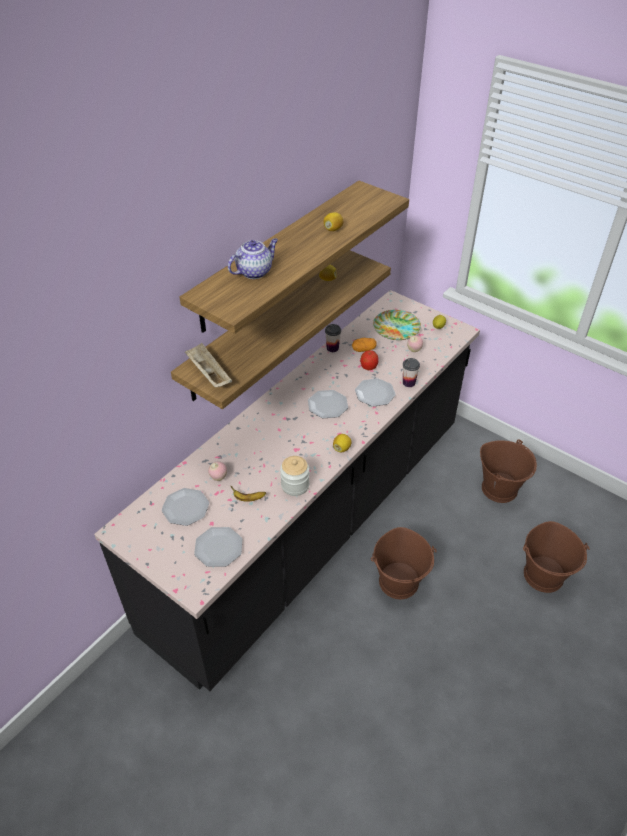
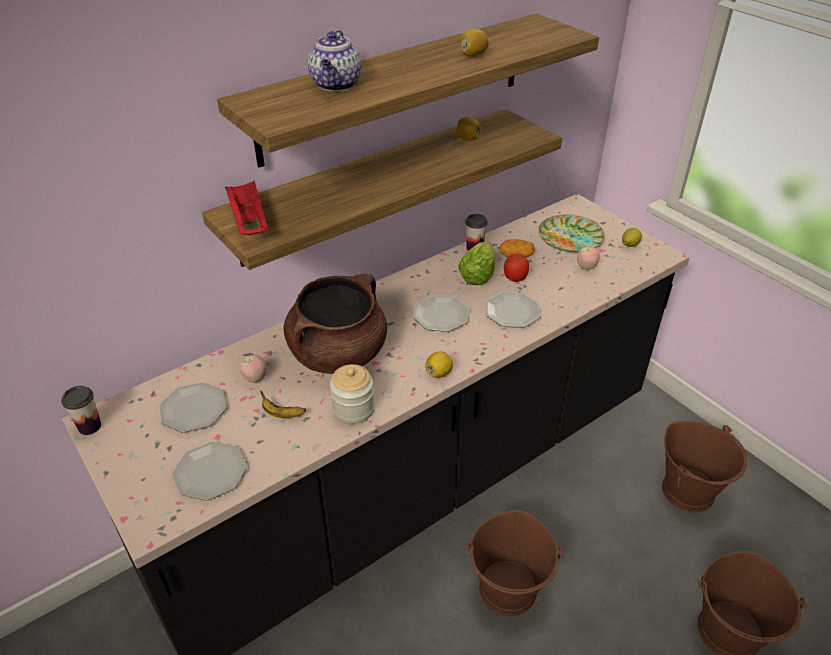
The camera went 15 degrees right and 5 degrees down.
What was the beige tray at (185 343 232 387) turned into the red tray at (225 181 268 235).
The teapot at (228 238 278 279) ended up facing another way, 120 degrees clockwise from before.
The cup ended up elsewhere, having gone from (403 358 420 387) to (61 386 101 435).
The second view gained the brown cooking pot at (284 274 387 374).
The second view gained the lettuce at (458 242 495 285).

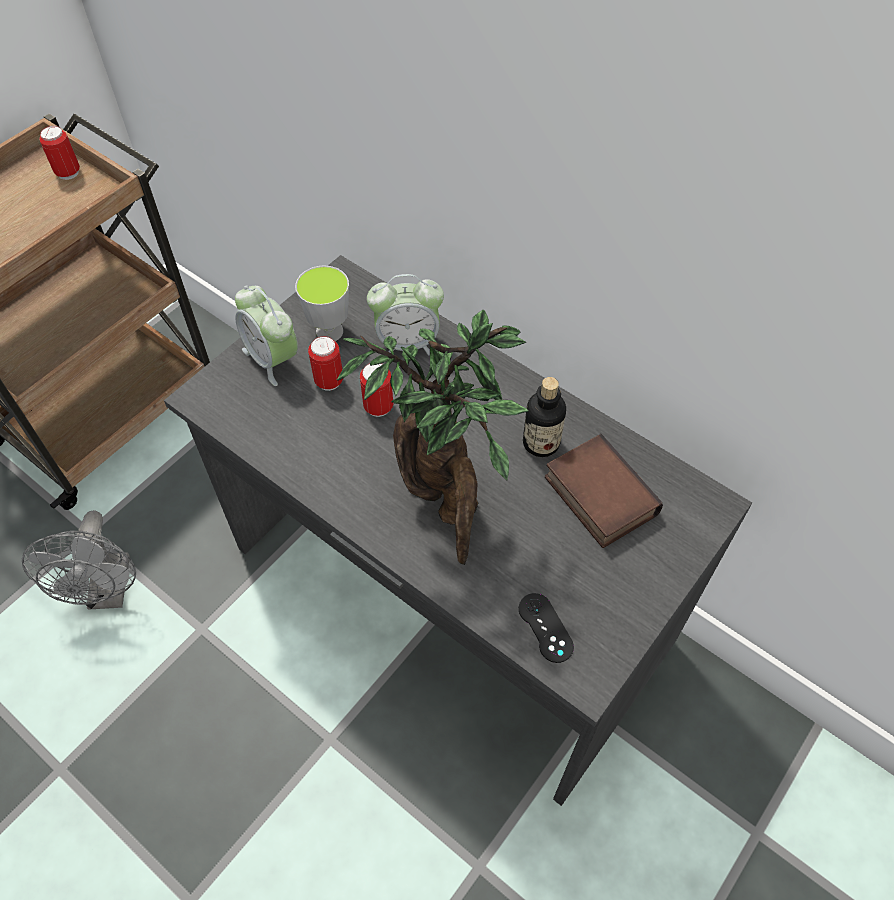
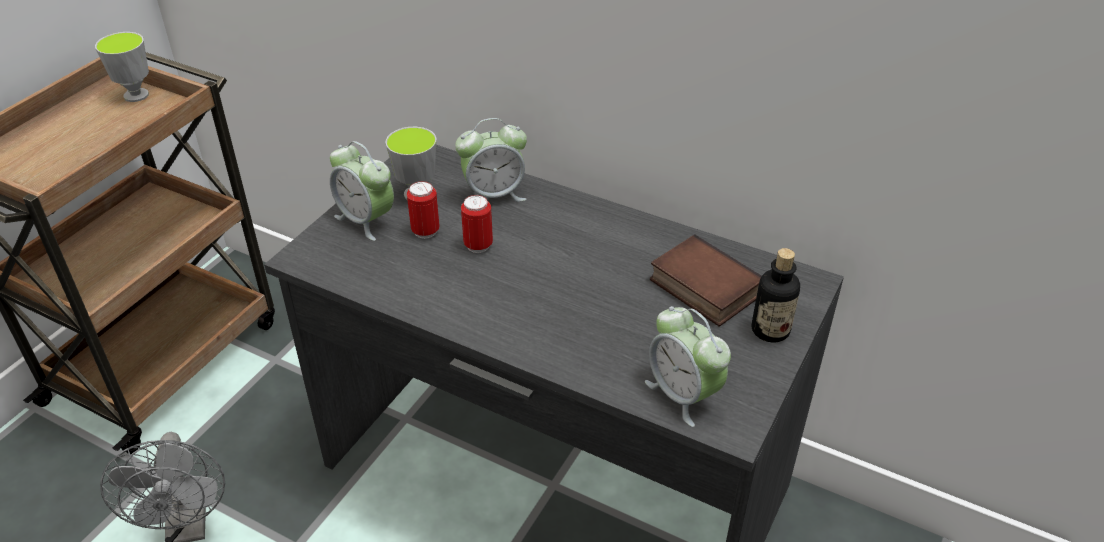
The camera went 10 degrees left and 15 degrees down.
Where the can stood at (39 126 80 180), the cup came to stand at (95 32 149 102).
The second view lost the potted plant at (337 310 528 565).
Where the black game controller stood at (519 593 574 663), the alarm clock came to stand at (645 306 731 427).
The bottle ended up elsewhere, having gone from (523 377 566 457) to (752 248 800 342).

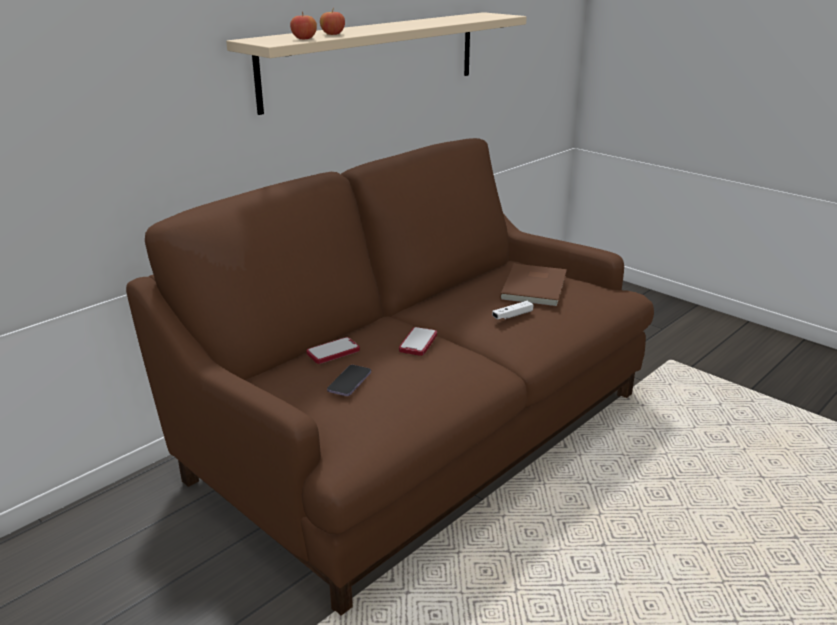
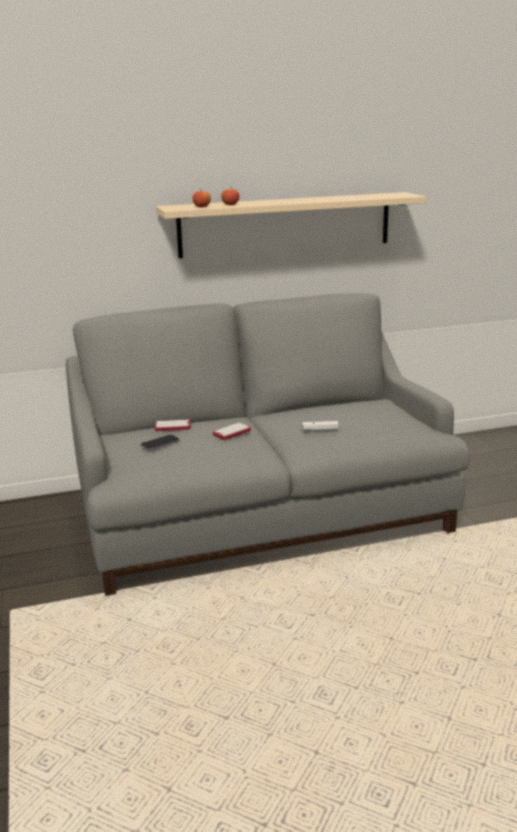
The camera went 30 degrees right and 5 degrees down.
What was the brown sofa at (126 138 654 615) turned into the grey sofa at (66 293 469 596).
The second view lost the brown book at (500 264 567 307).

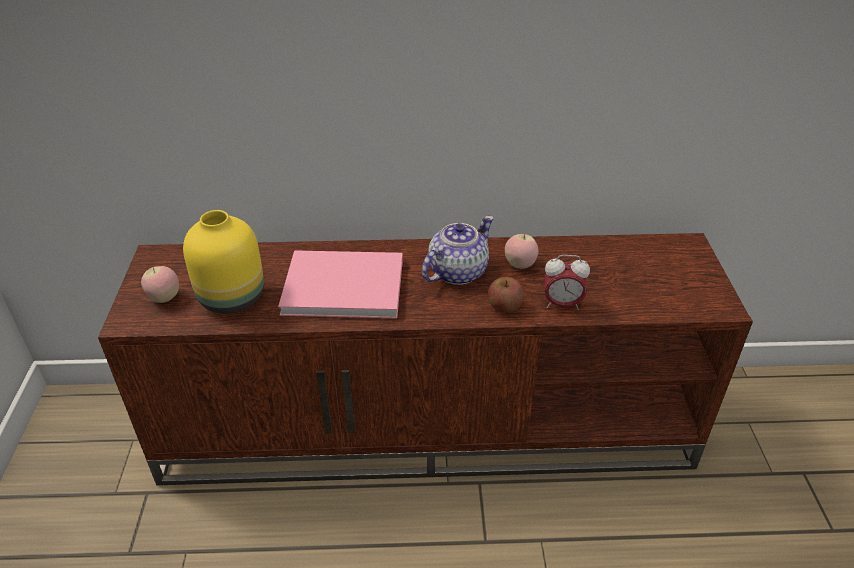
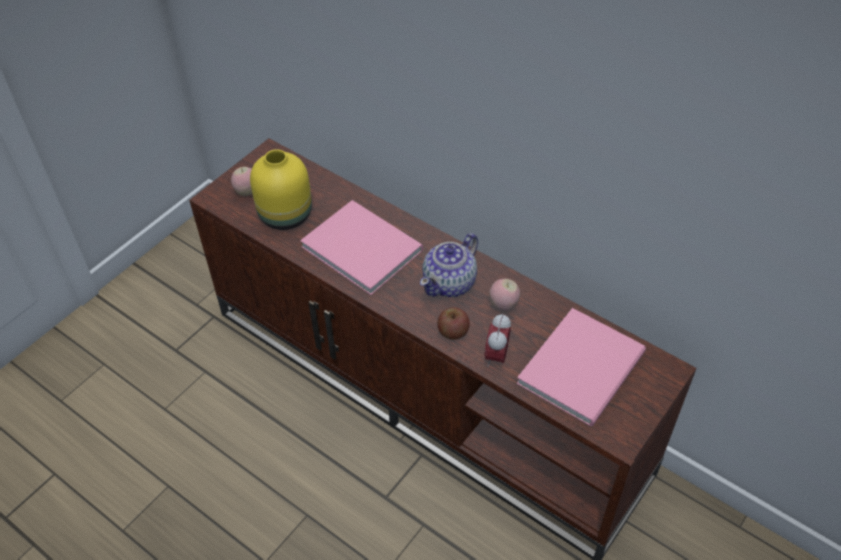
The camera went 40 degrees right and 10 degrees up.
The teapot at (422 216 494 285) ended up facing another way, 135 degrees clockwise from before.
The alarm clock at (544 255 590 310) ended up facing another way, 60 degrees clockwise from before.
The second view gained the pink book at (517 308 646 426).

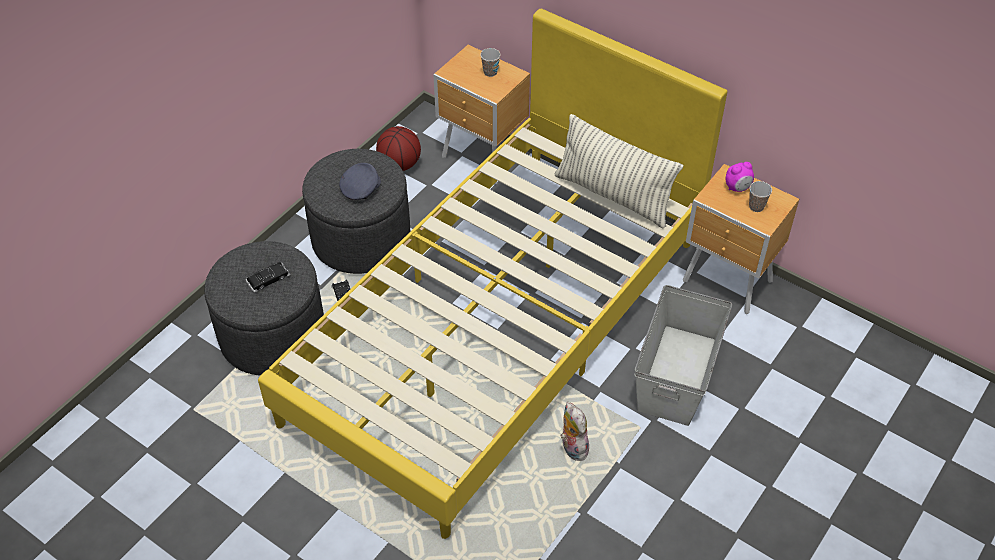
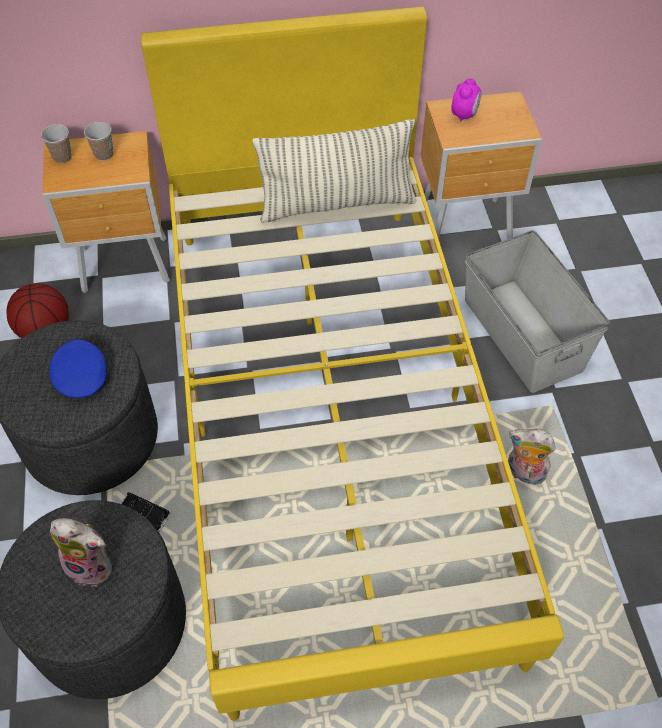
The camera went 45 degrees left and 5 degrees up.
Where the black toy car stood at (246 262 290 292), the plush toy came to stand at (50 518 112 587).
What was the grey cap at (339 163 381 200) turned into the blue cap at (50 339 107 398).
The cup ended up elsewhere, having gone from (749 181 772 212) to (41 124 72 163).

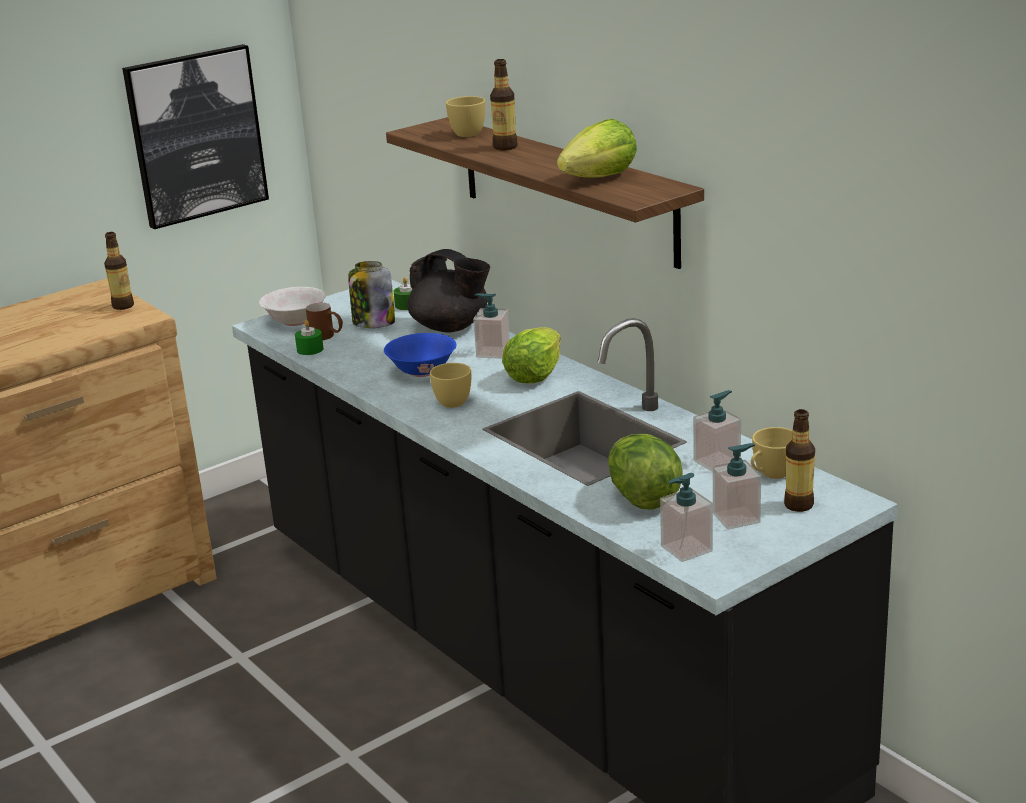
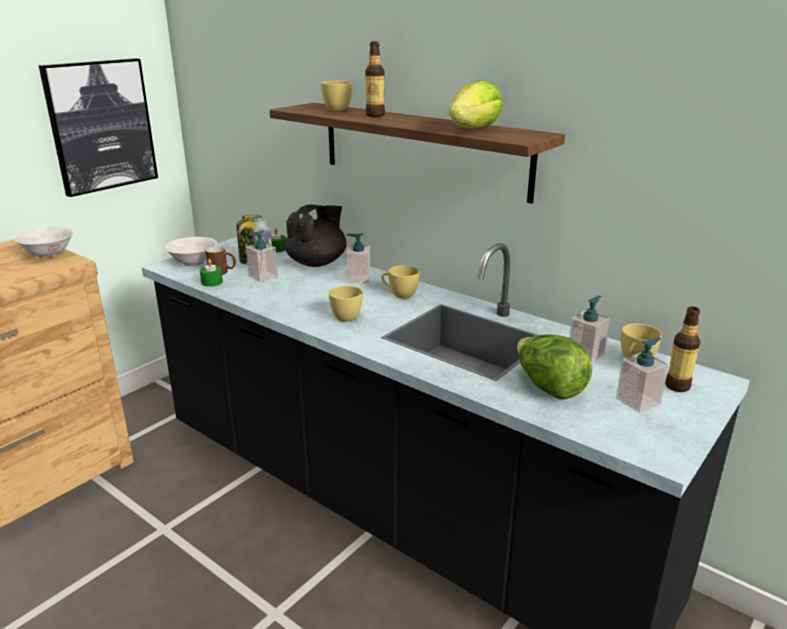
The camera went 15 degrees left and 0 degrees up.
Where the bottle stood at (104 232 134 310), the white bowl came to stand at (14 227 74 258).
The second view lost the blue bowl at (384 333 457 377).
The black teapot at (407 249 490 333) ended up facing another way, 75 degrees counterclockwise from before.
Where the lettuce stood at (502 327 561 383), the yellow cup came to stand at (382 265 420 298).
The soap dispenser ended up elsewhere, having gone from (660 473 713 562) to (246 230 278 282).

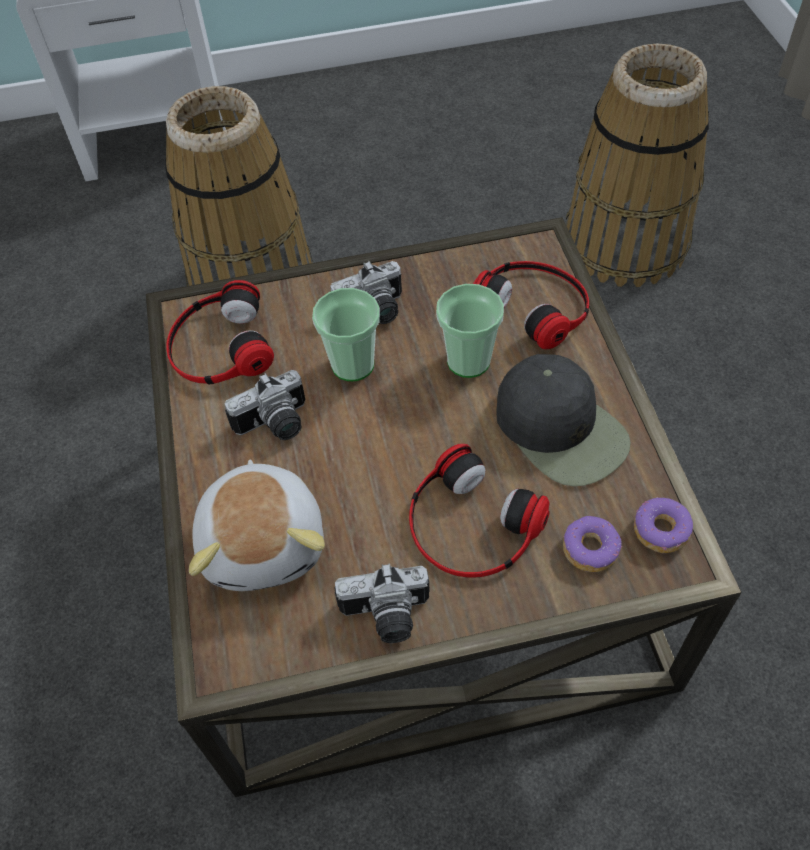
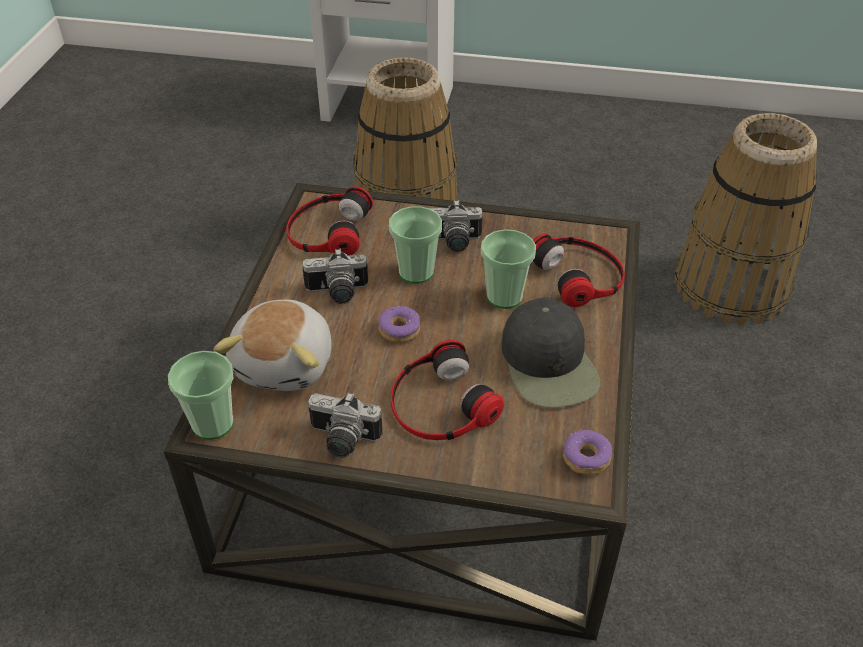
The camera went 20 degrees right and 10 degrees down.
The donut ended up elsewhere, having gone from (563 516 622 572) to (378 306 420 342).
The second view gained the cup at (168 351 234 440).

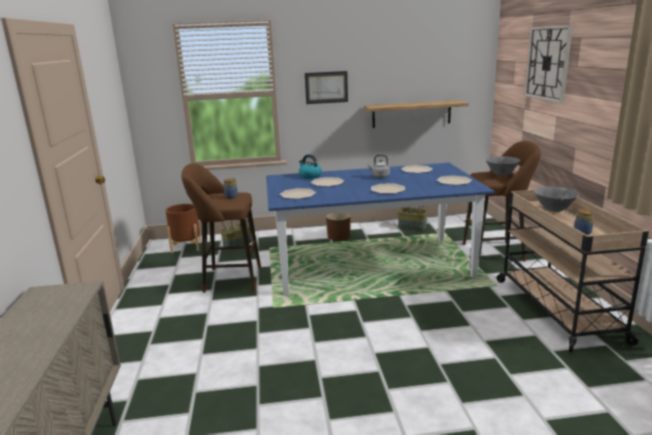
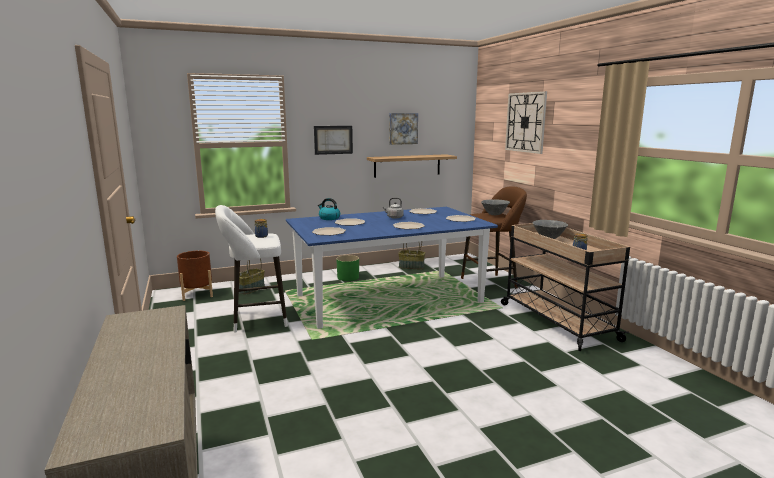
The camera went 15 degrees left and 5 degrees down.
What was the brown stool at (181 163 261 293) turned into the white stool at (215 205 288 332).
What was the brown planter at (326 212 351 241) turned into the green planter at (336 255 359 281).
The second view gained the picture at (389 113 418 145).

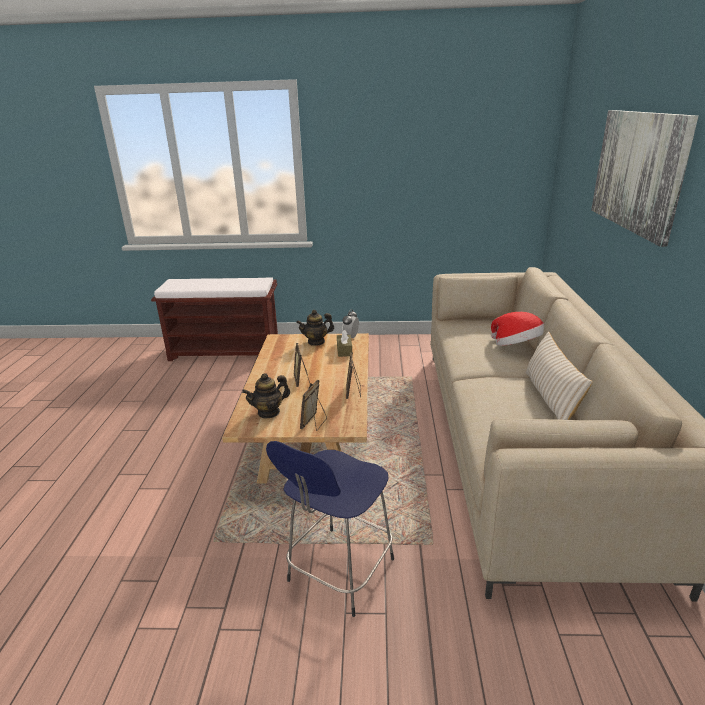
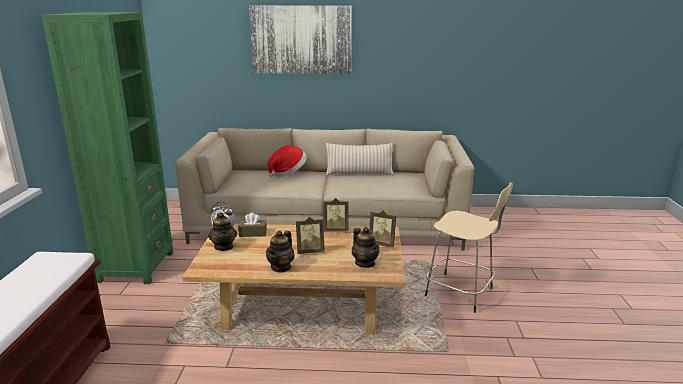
The camera went 90 degrees left and 5 degrees down.
What was the blue stool at (266 441 394 617) turned into the beige stool at (425 182 513 313).
The second view gained the green bookcase at (42 12 173 284).
The second view gained the teapot at (266 230 295 272).

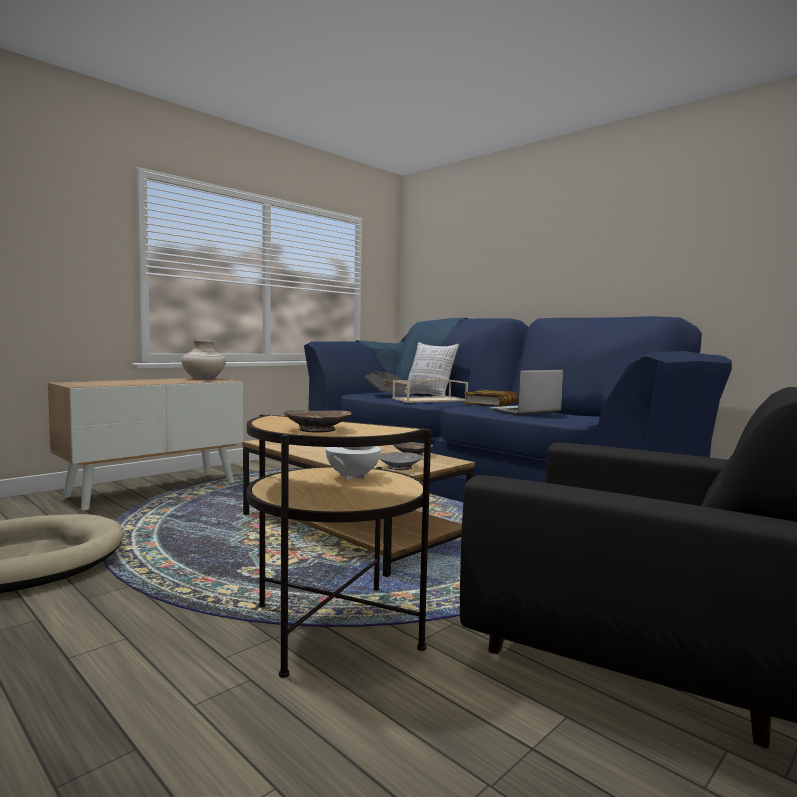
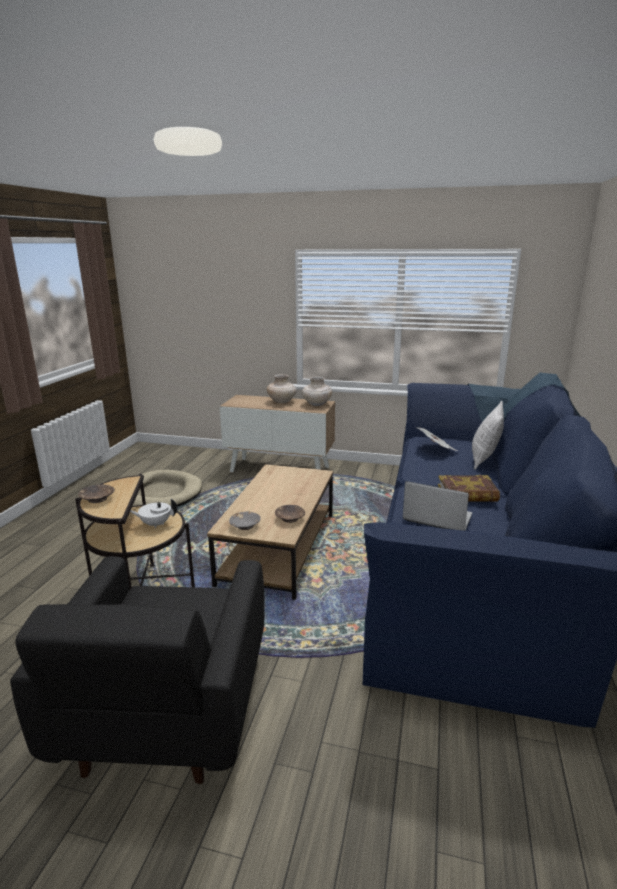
The camera went 60 degrees right and 15 degrees up.
The second view lost the beige tray at (392 380 468 403).
The second view gained the beige vase at (267 374 296 403).

